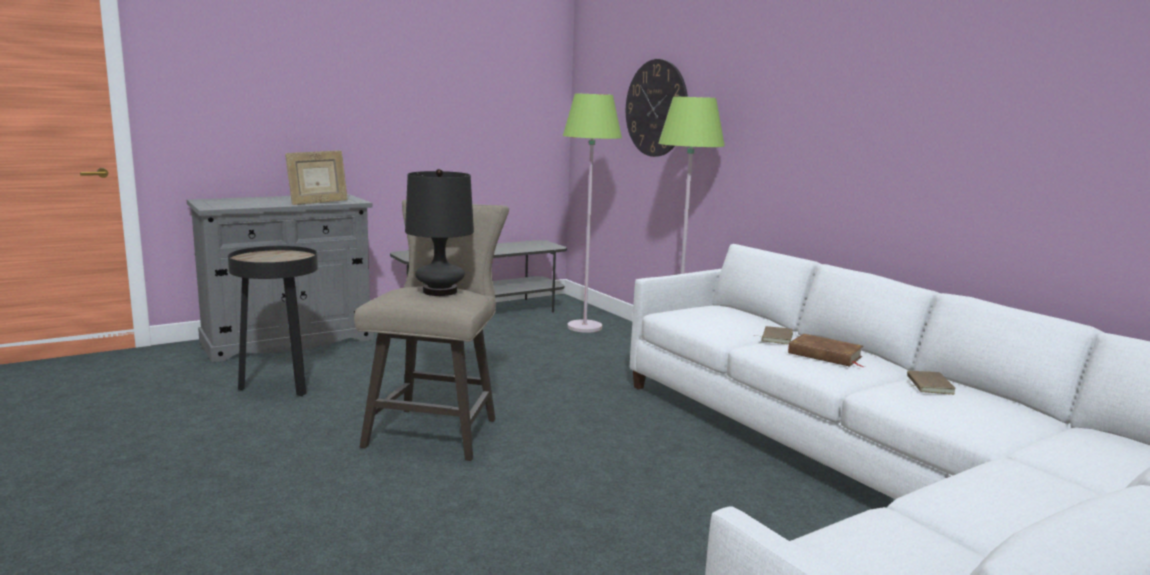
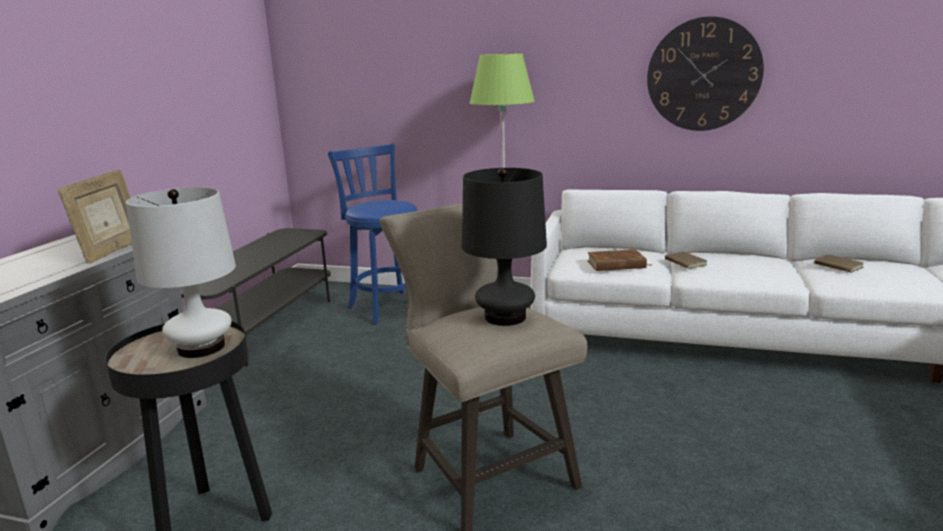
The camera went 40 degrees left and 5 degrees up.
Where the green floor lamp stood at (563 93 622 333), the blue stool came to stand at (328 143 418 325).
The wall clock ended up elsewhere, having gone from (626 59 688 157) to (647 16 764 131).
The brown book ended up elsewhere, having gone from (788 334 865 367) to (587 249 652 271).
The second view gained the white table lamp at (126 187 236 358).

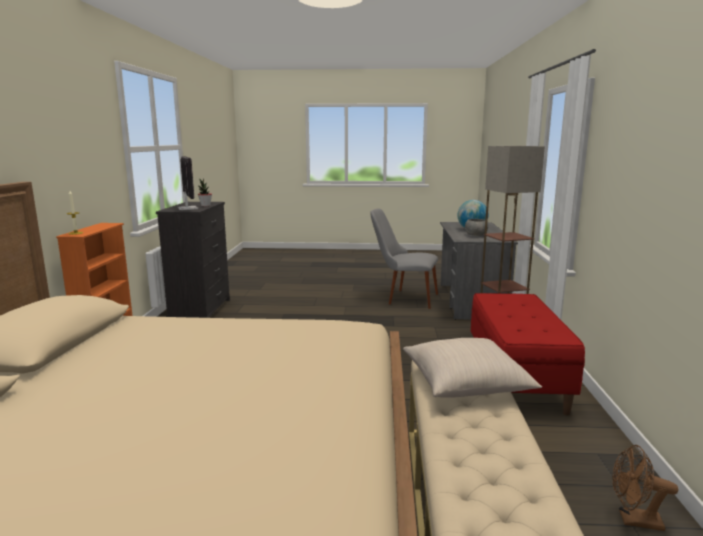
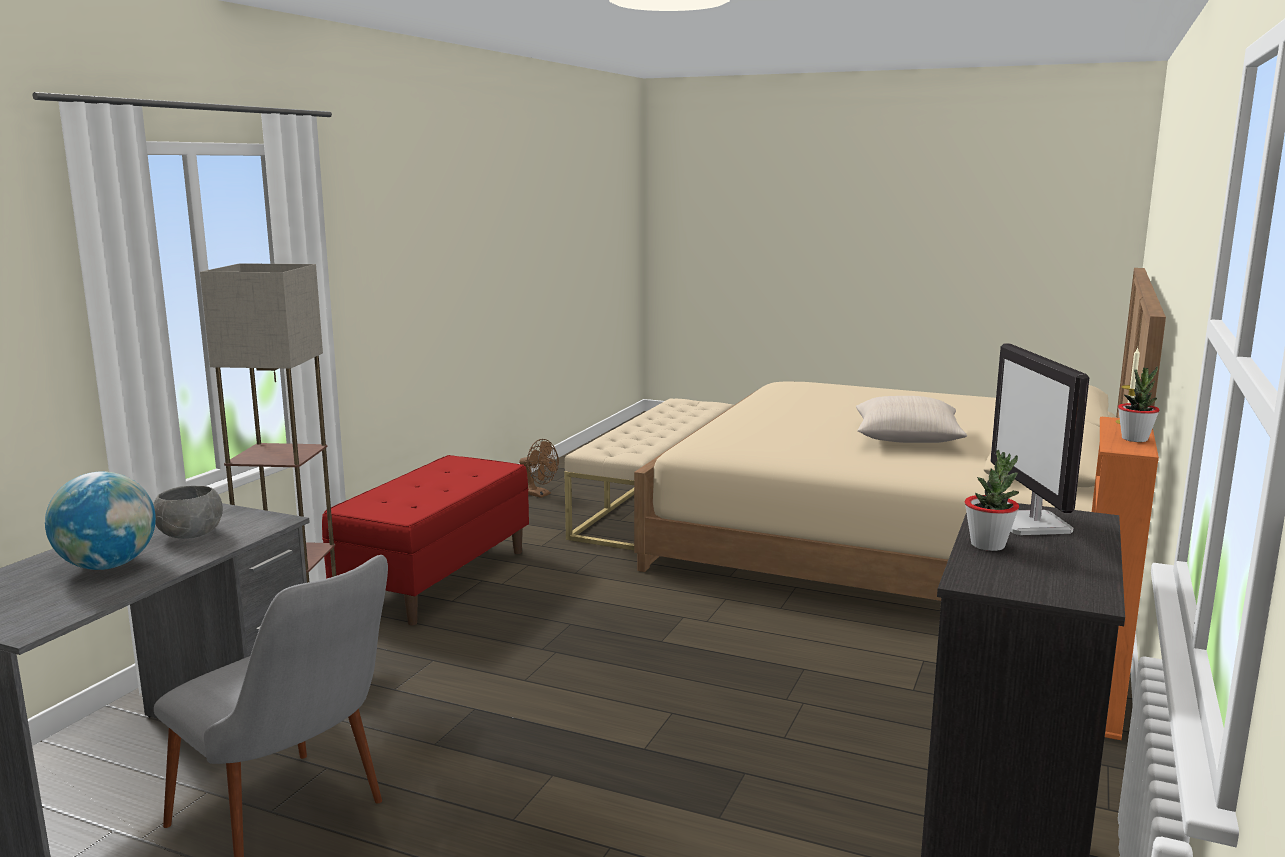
The camera went 160 degrees left and 0 degrees up.
The beige pillow ended up elsewhere, having gone from (403 338 542 398) to (856 396 967 443).
The second view gained the potted plant at (1118 367 1160 442).

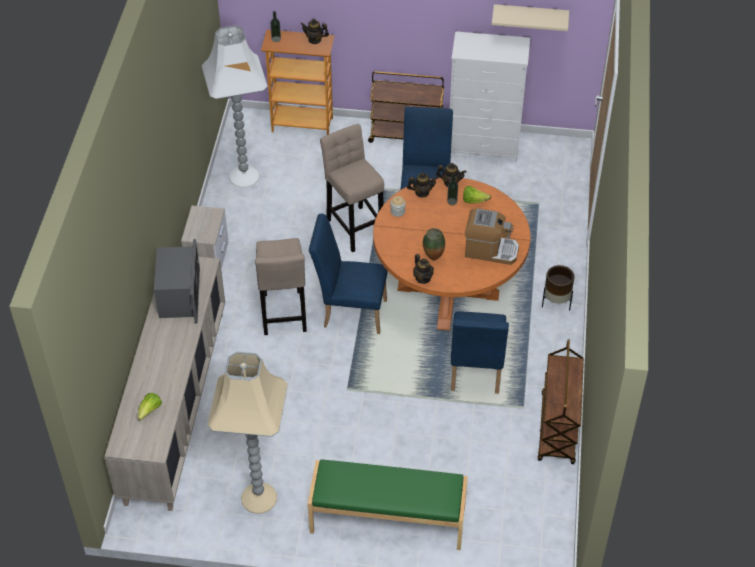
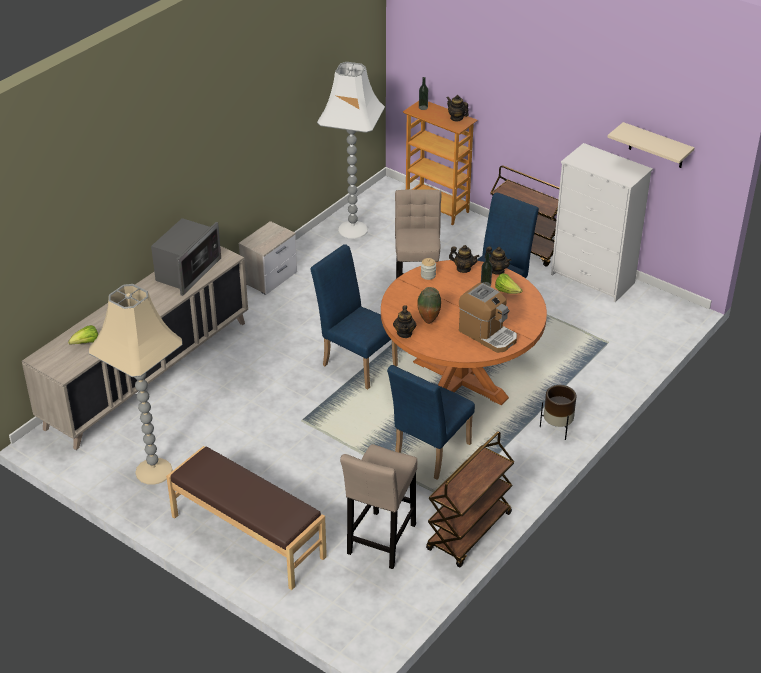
The camera went 30 degrees right and 10 degrees down.
The beige stool ended up elsewhere, having gone from (255 238 307 335) to (340 444 417 569).
What was the green bench at (308 459 468 550) turned into the brown bench at (166 446 327 590).

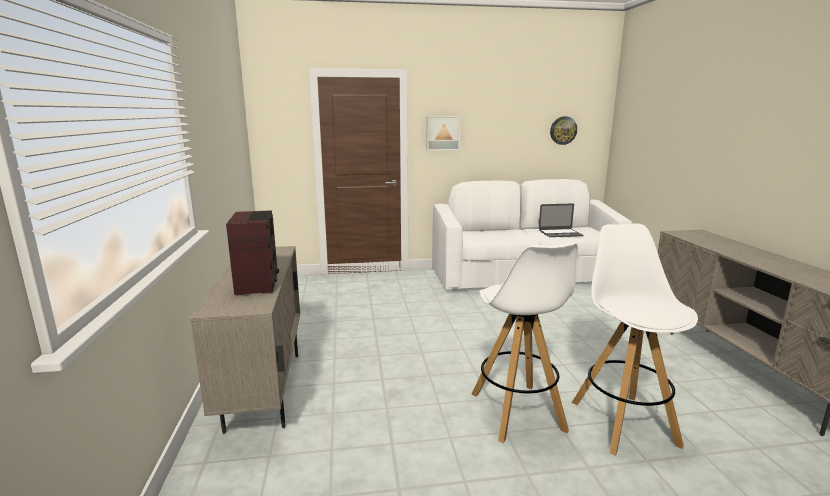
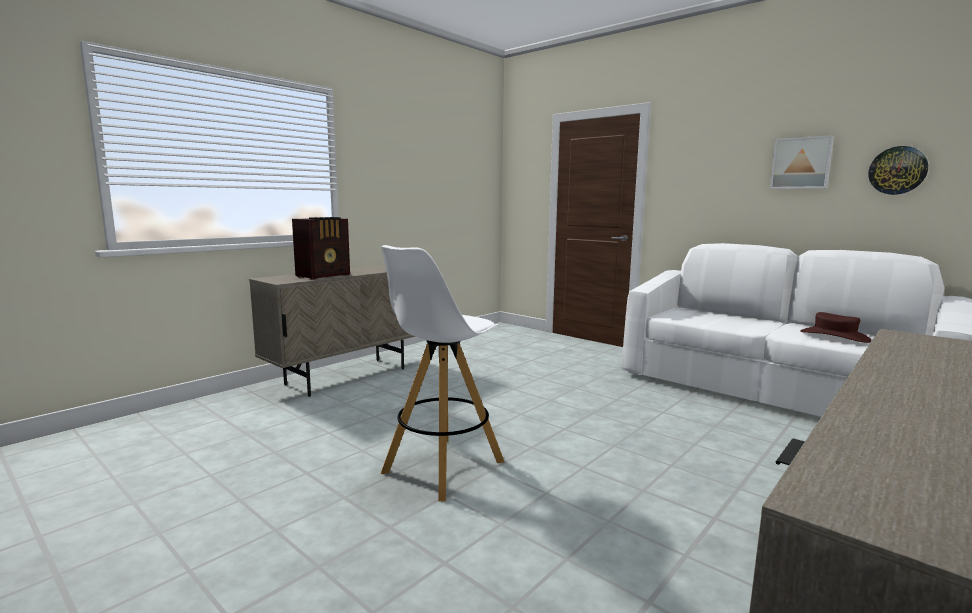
The camera went 50 degrees right and 5 degrees down.
The picture ended up elsewhere, having gone from (427 116 461 151) to (770 135 834 189).
Where the laptop stood at (539 203 583 237), the brown hat came to stand at (800 312 871 343).
The second view lost the white stool at (572 223 698 456).

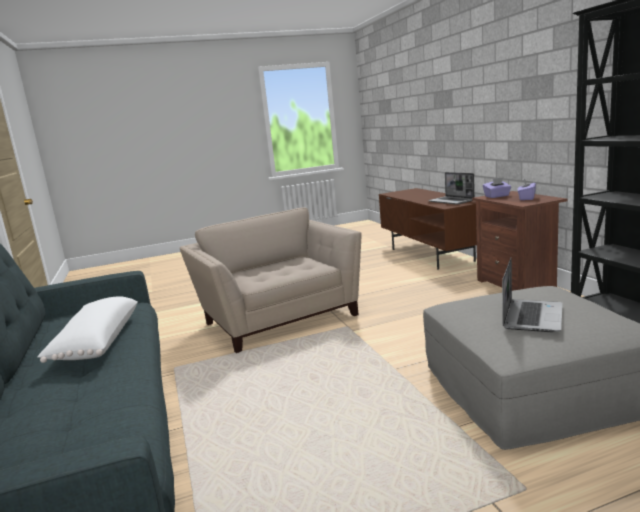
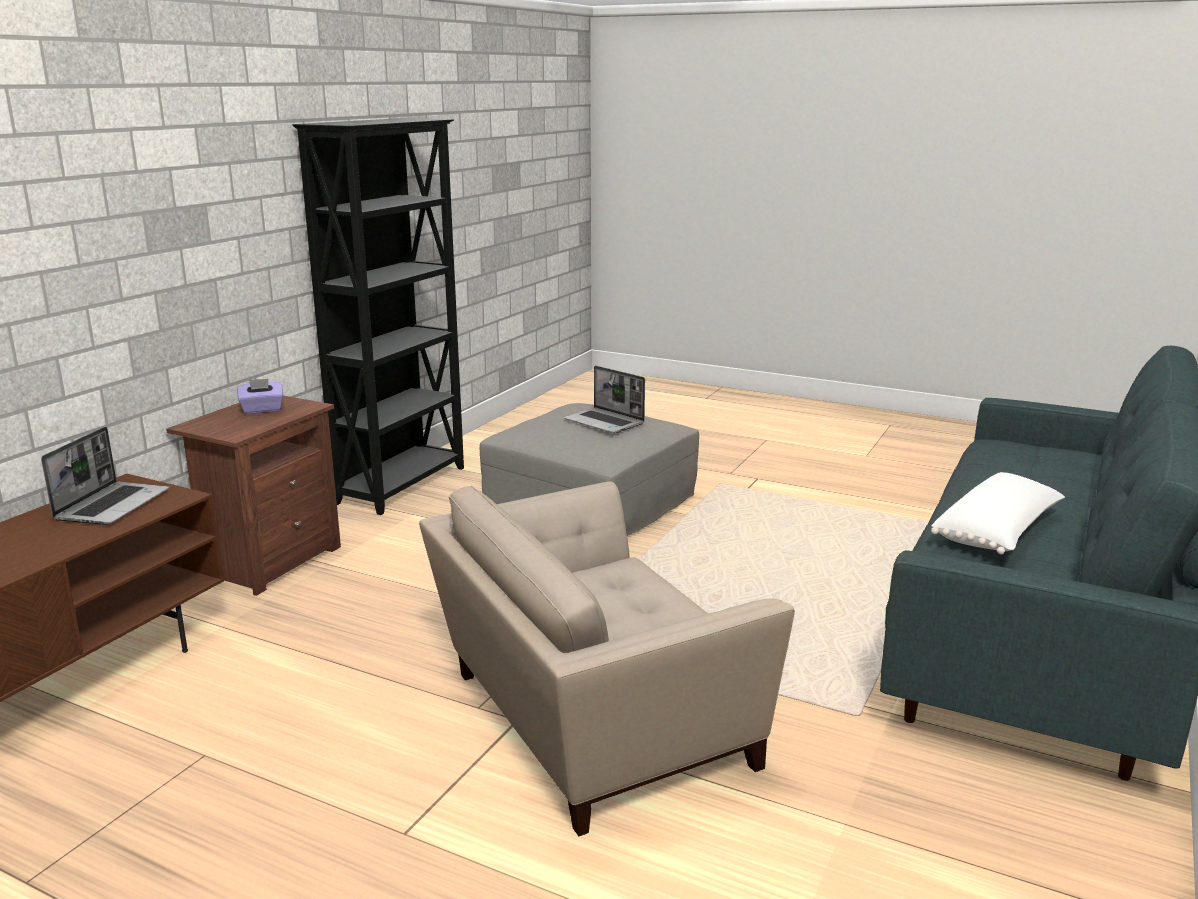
The camera went 135 degrees left and 5 degrees up.
The beige armchair at (180 208 362 353) ended up facing another way, 45 degrees clockwise from before.
The second view lost the purple tissue box at (483 178 511 198).
The laptop at (502 257 563 332) ended up facing another way, 120 degrees counterclockwise from before.

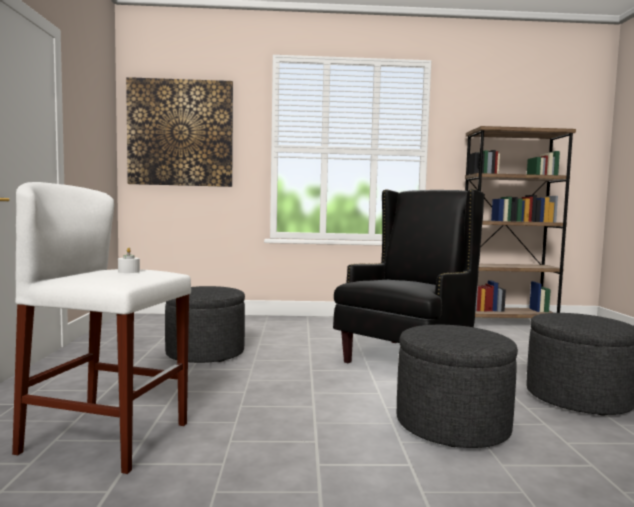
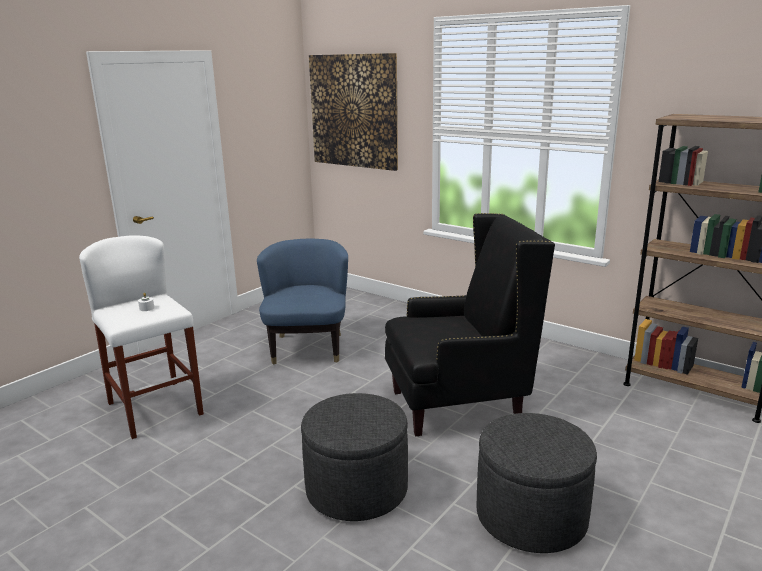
The camera went 40 degrees right and 15 degrees up.
Where the grey ottoman stood at (165 286 245 363), the blue armchair came to stand at (257 239 348 365).

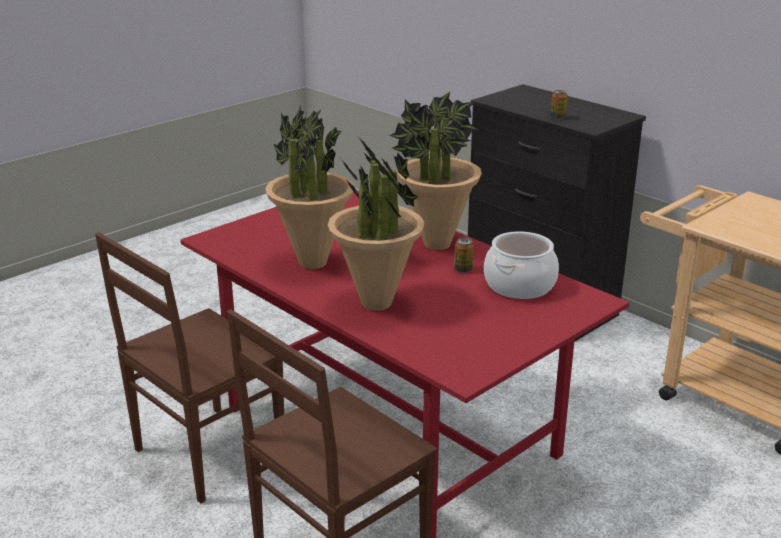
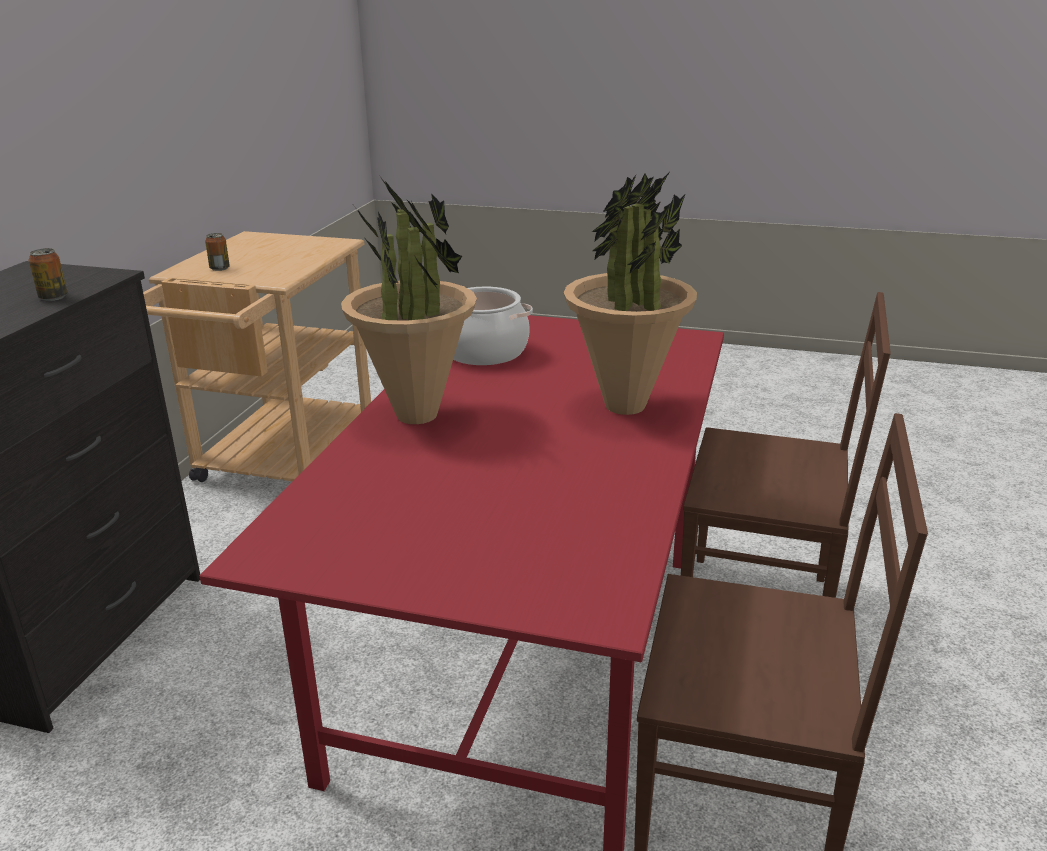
The camera went 120 degrees left and 0 degrees up.
The second view lost the potted plant at (265 106 355 269).
The can ended up elsewhere, having gone from (454 238 474 273) to (205 233 230 271).

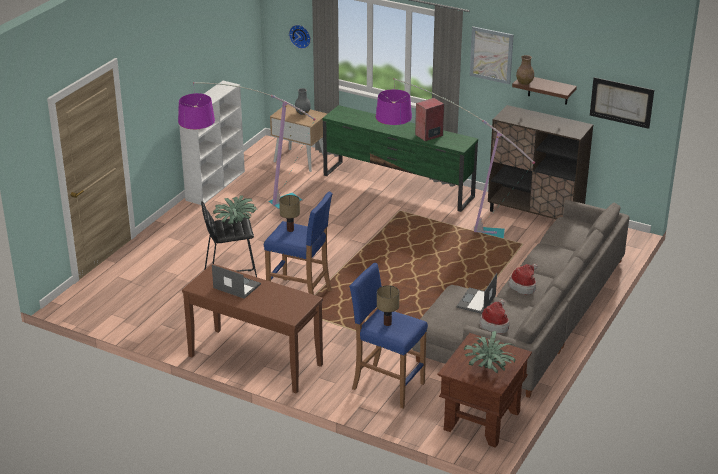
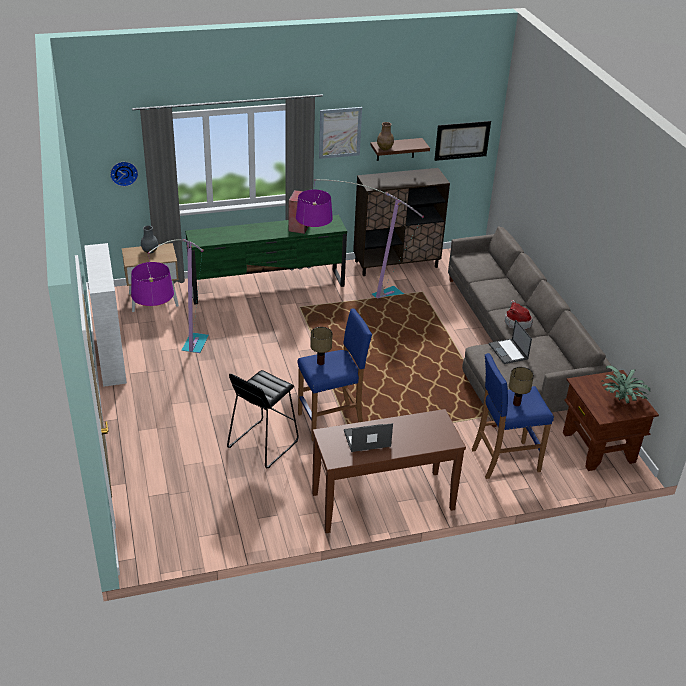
The camera went 45 degrees left and 5 degrees up.
The second view lost the potted plant at (213 196 258 225).
The second view lost the hat at (480 300 510 334).

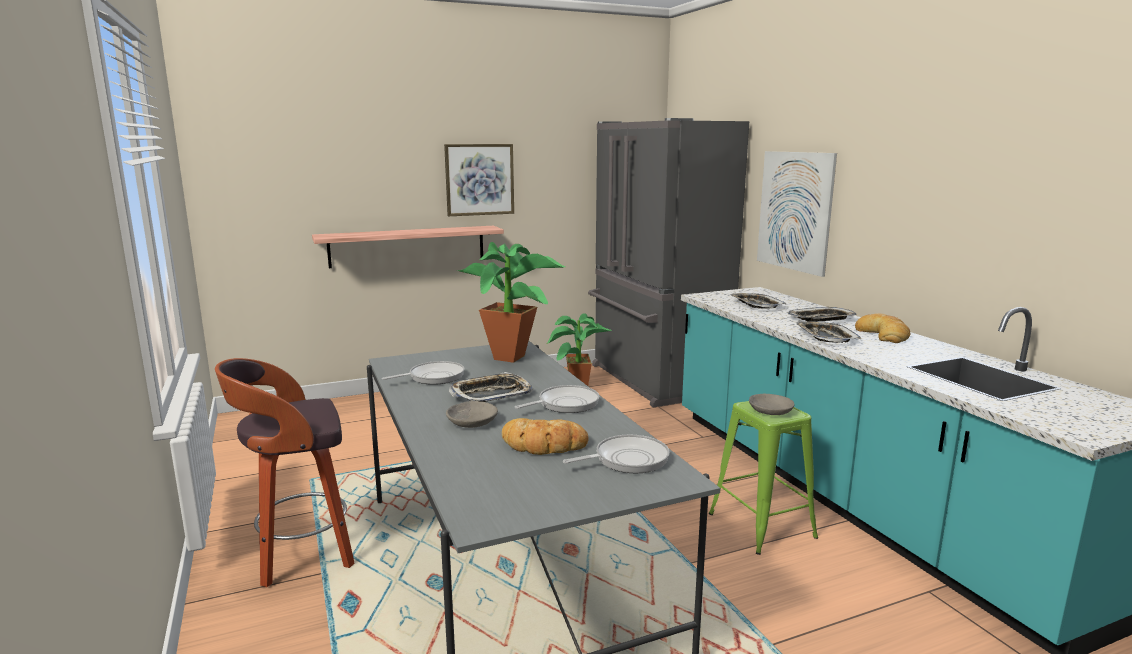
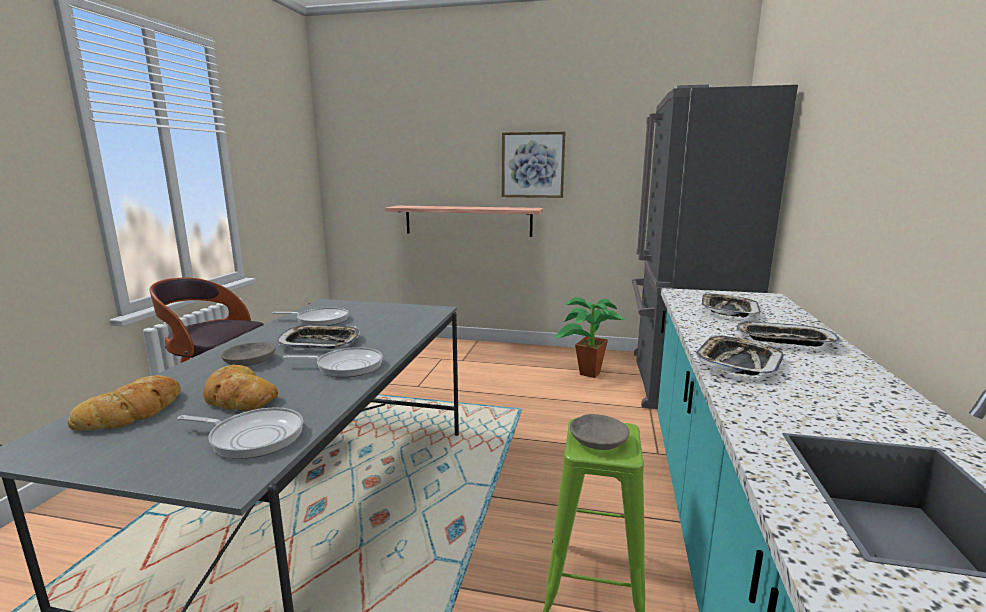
The camera went 35 degrees right and 0 degrees up.
The second view lost the potted plant at (457 242 565 363).
The second view lost the picture at (757 151 837 277).
The bread ended up elsewhere, having gone from (855 313 910 343) to (67 375 181 431).

